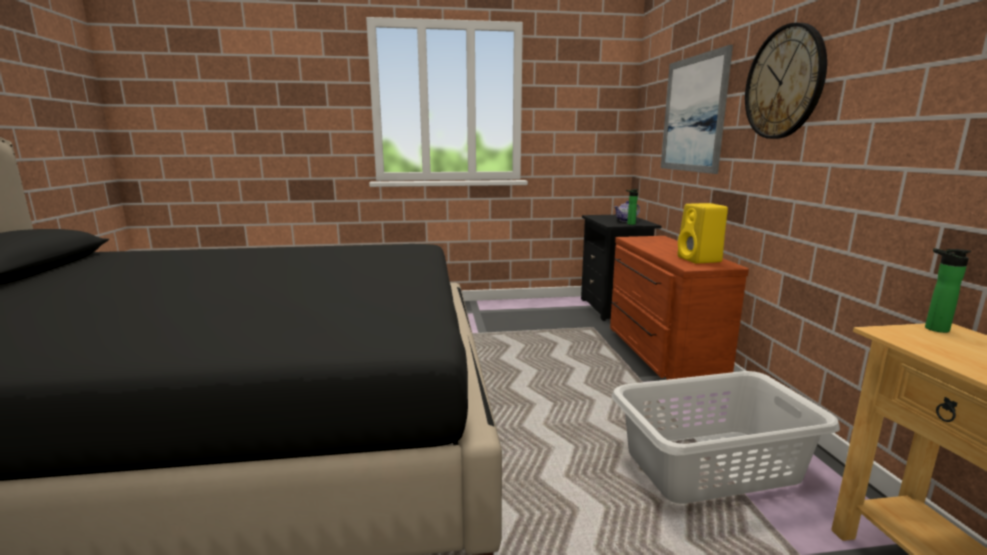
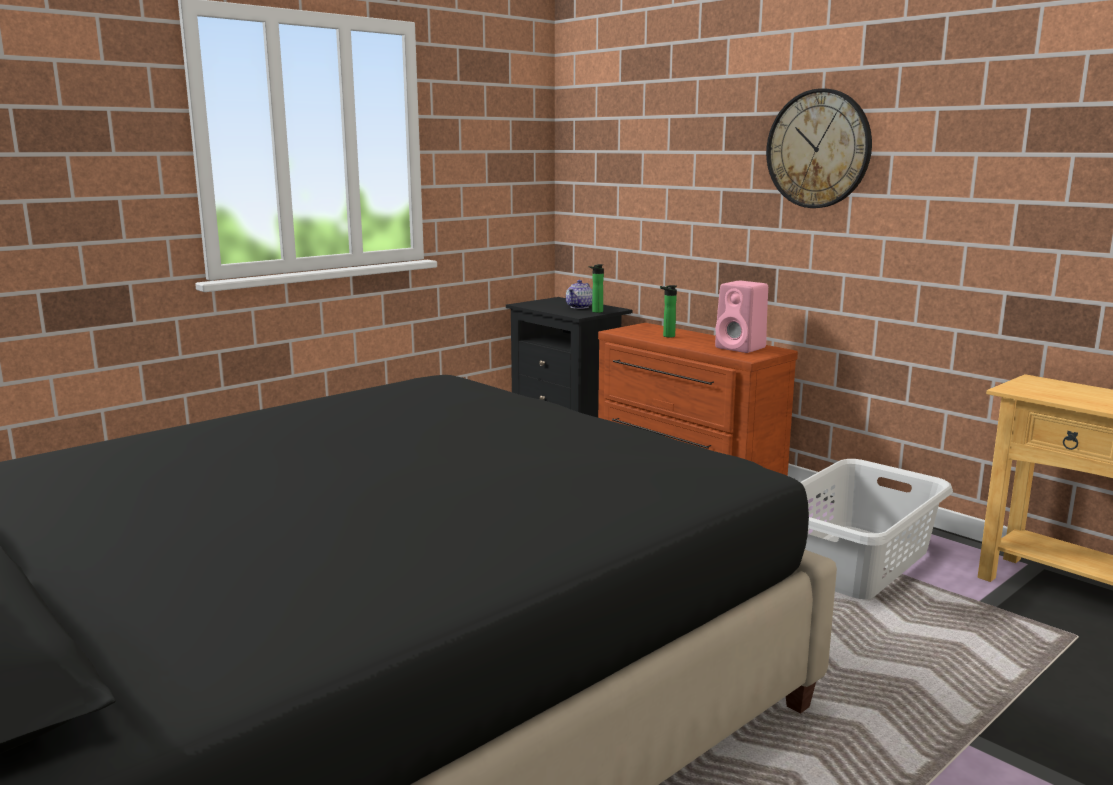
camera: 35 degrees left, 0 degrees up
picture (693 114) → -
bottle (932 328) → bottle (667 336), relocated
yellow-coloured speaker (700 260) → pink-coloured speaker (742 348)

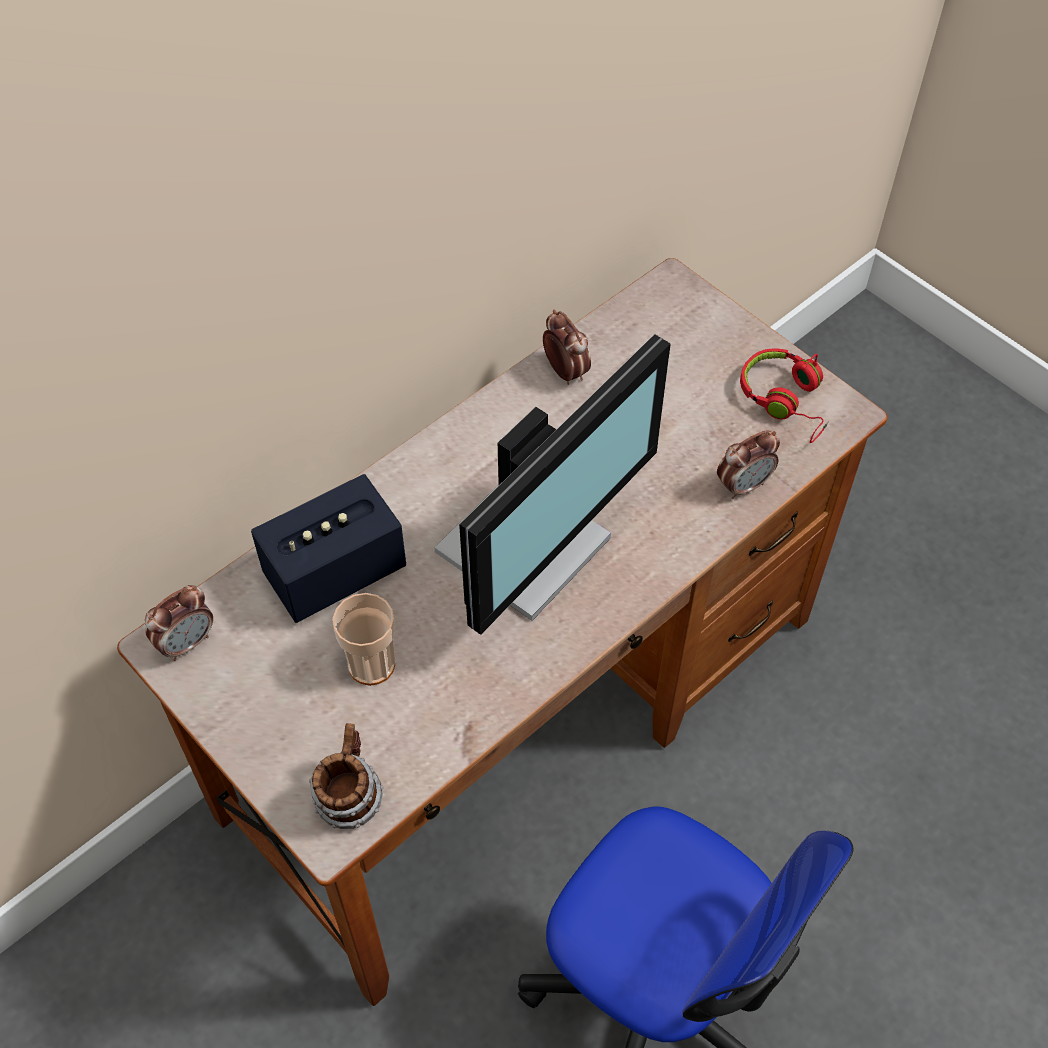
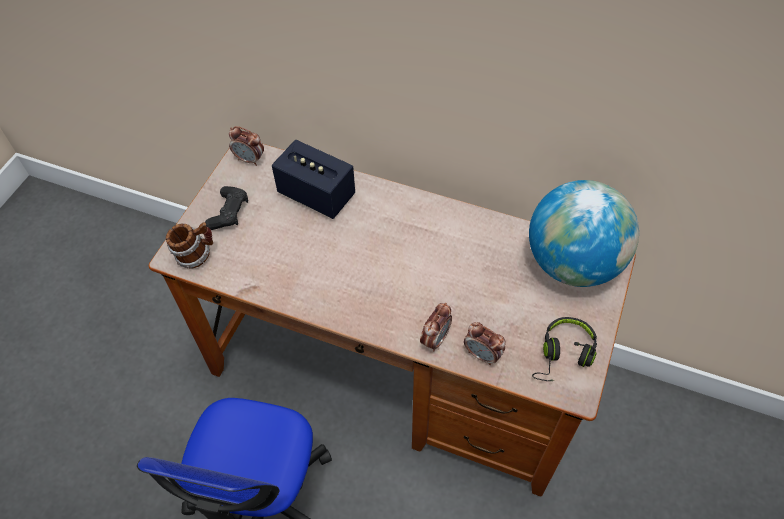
camera: 65 degrees right, 0 degrees up
cup (371 664) → -
monitor (530 547) → -
- → black gamepad (229 213)
- → world globe (572 263)
alarm clock (565 372) → alarm clock (435 339), relocated
red pair of headphones (786 401) → black pair of headphones (563 355)

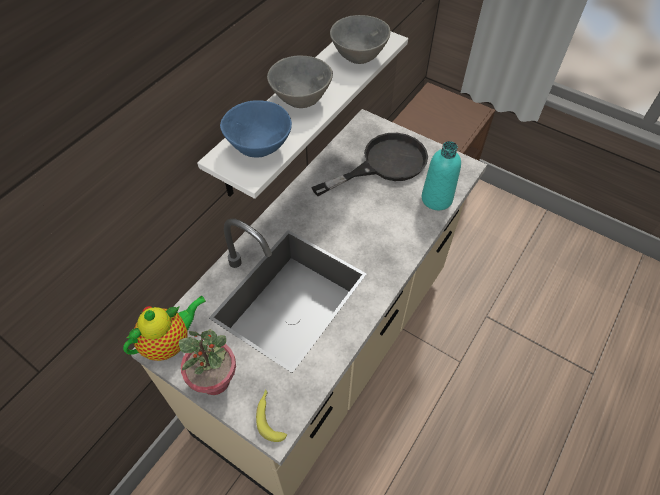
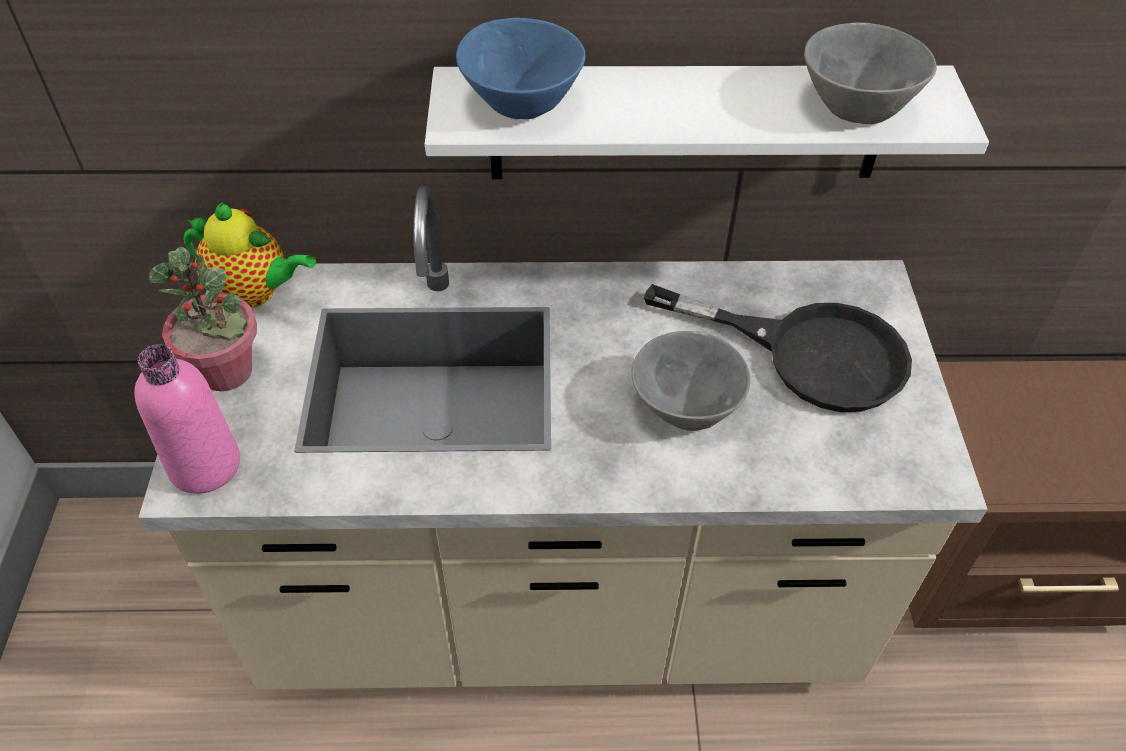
camera: 55 degrees right, 5 degrees down
turquoise-coloured bottle (436 199) → -
gray deep dish (300 98) → gray deep dish (687 405), relocated
banana (270 417) → pink-coloured bottle (205 465)

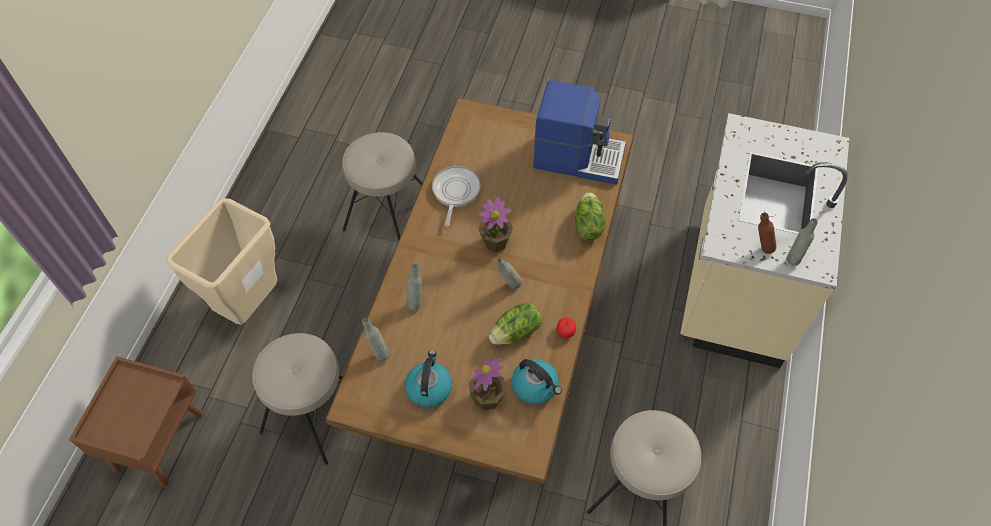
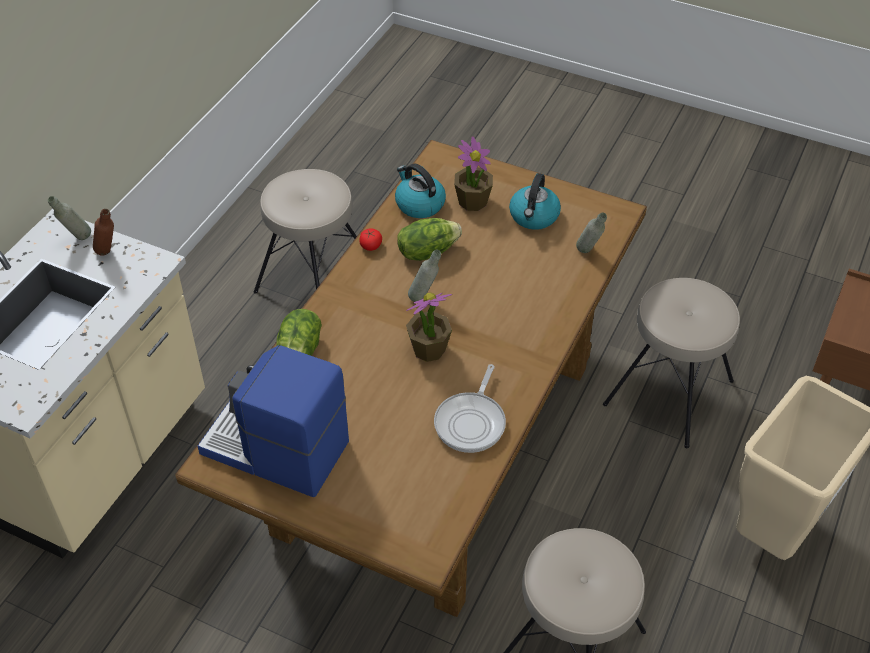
camera: 170 degrees left, 10 degrees down
gray bottle (415 301) → -

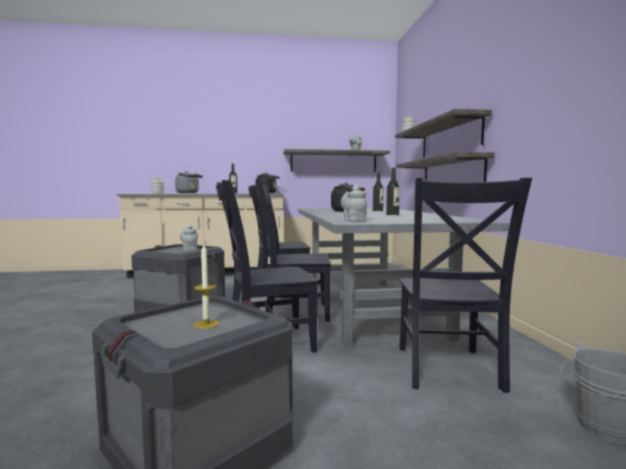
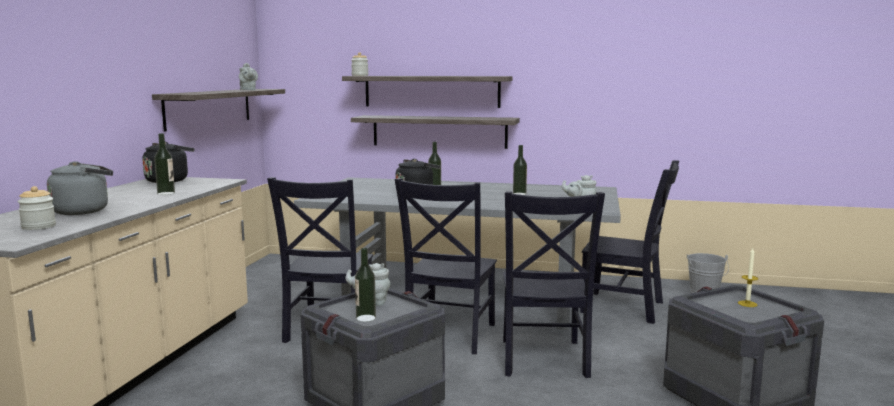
camera: 70 degrees left, 5 degrees up
- → bottle (365 318)

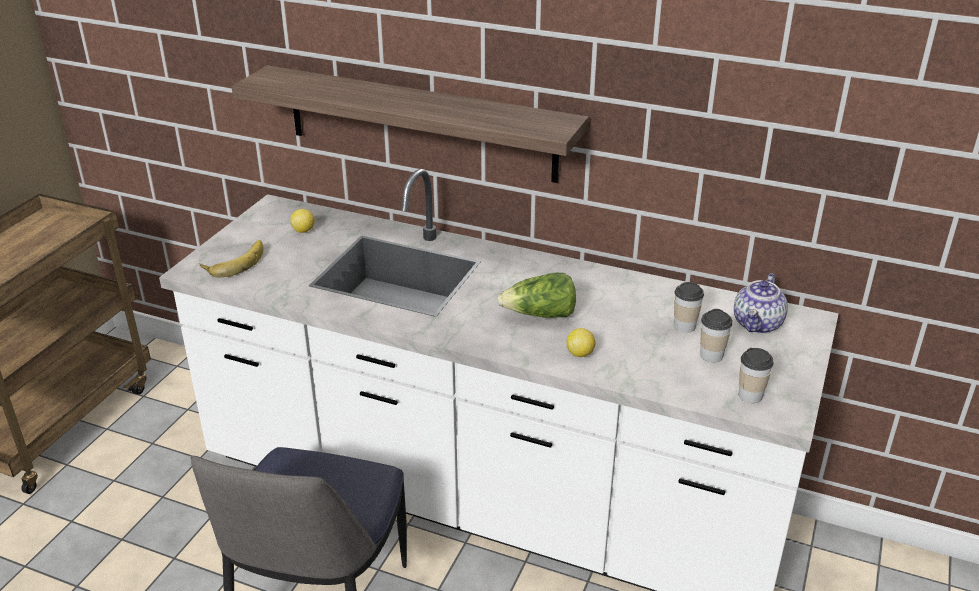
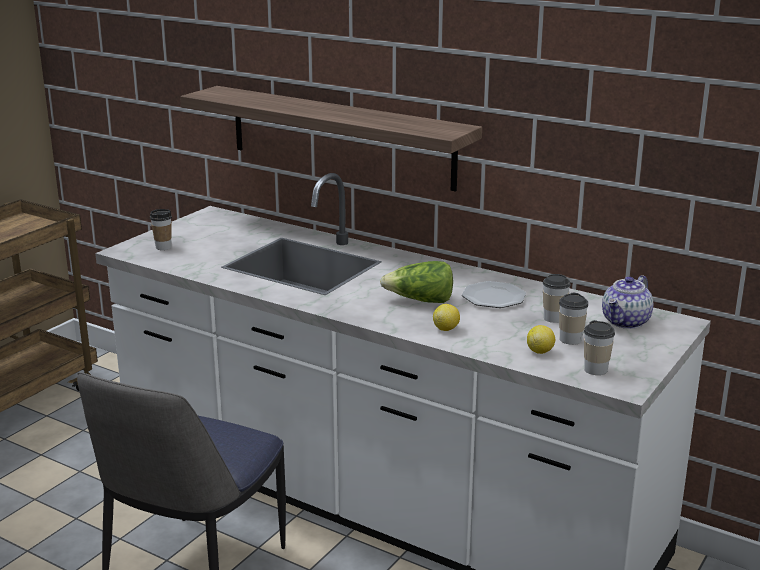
camera: 10 degrees right, 10 degrees down
- → plate (494 297)
citrus fruit (304 230) → citrus fruit (540 351), relocated
banana (235 262) → cup (163 247)

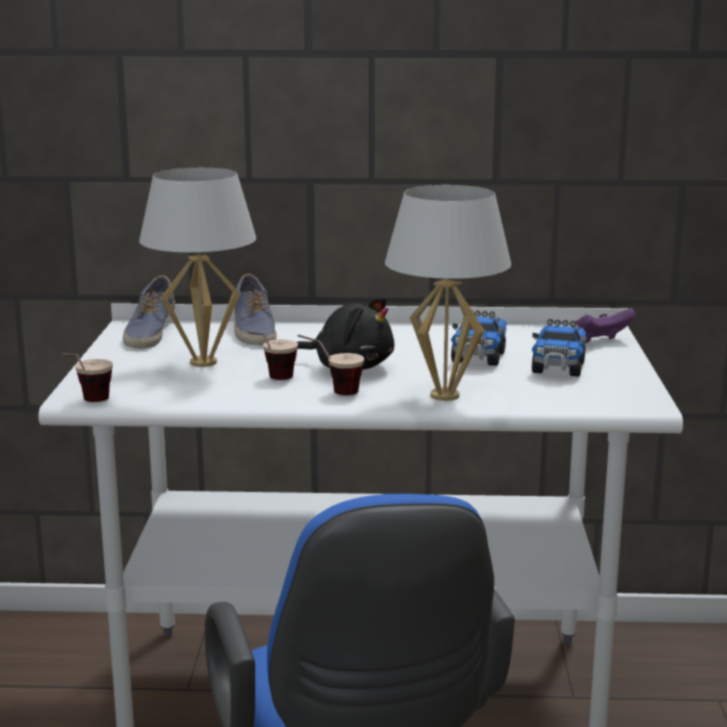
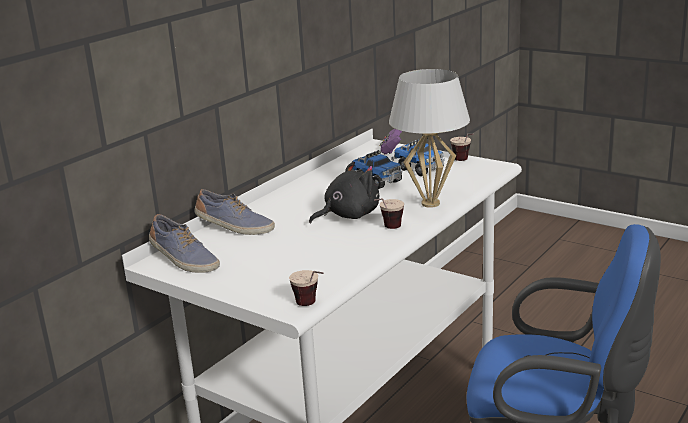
camera: 55 degrees left, 5 degrees up
white lamp for a table (203 362) → -
cup (271 381) → cup (464 161), relocated

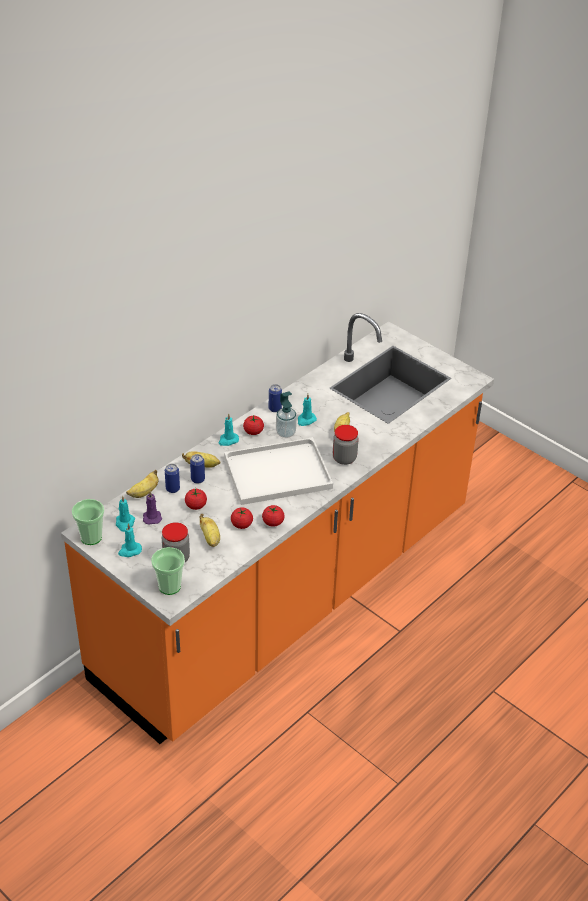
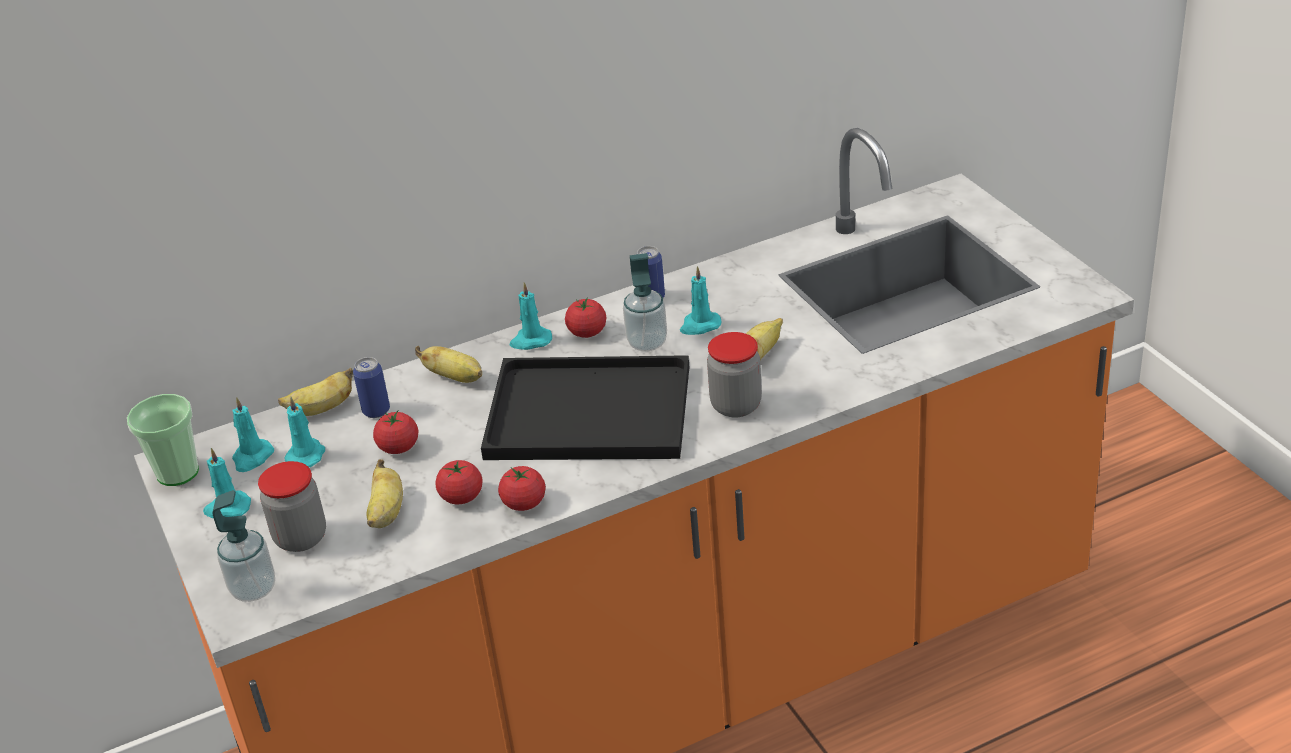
camera: 25 degrees right, 5 degrees down
metal can (198 479) → -
cup (169 586) → liquid soap bottle (253 589)
purple-coloured wax light (152 517) → turquoise-coloured wax light (306 455)
white tray (276 474) → black tray (584 413)

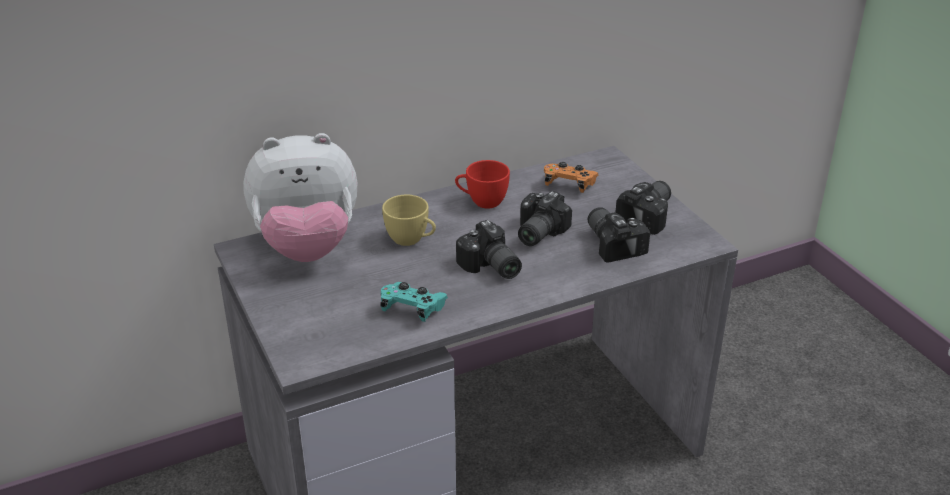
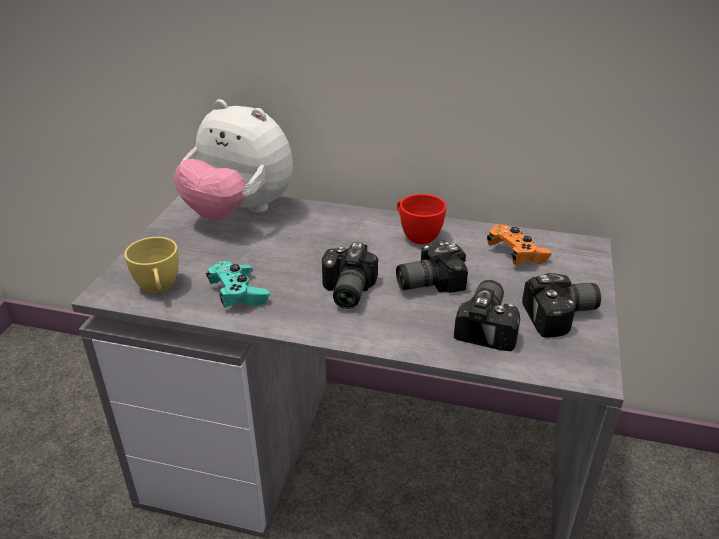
camera: 40 degrees right, 0 degrees up
yellow-coloured cup (411 240) → yellow-coloured cup (159 289), relocated

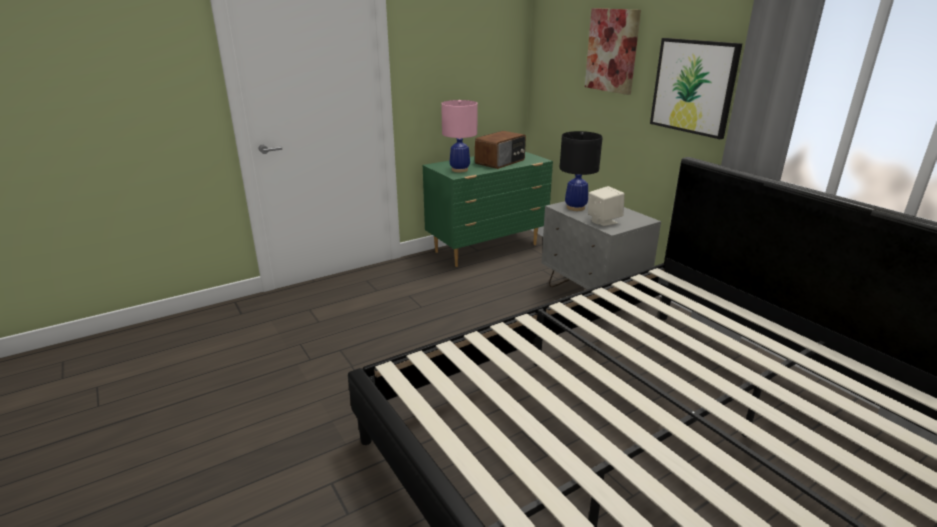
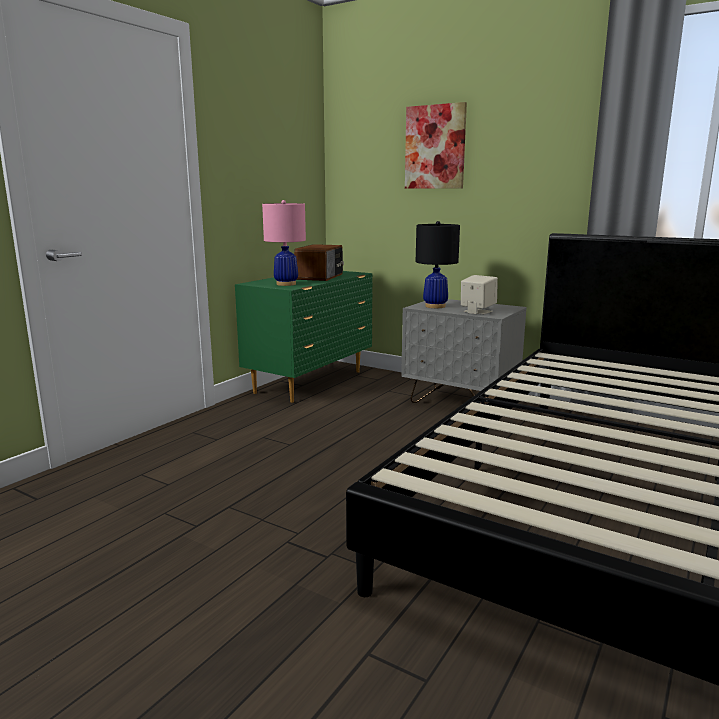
camera: 25 degrees left, 10 degrees down
picture (693 87) → -

